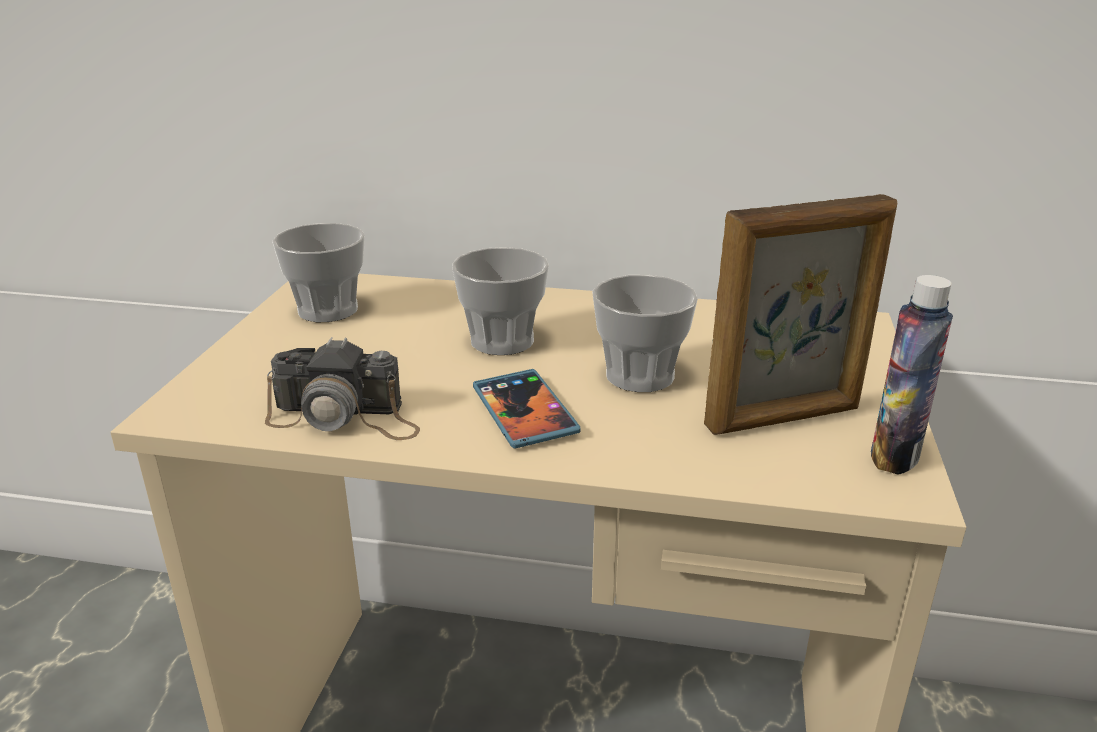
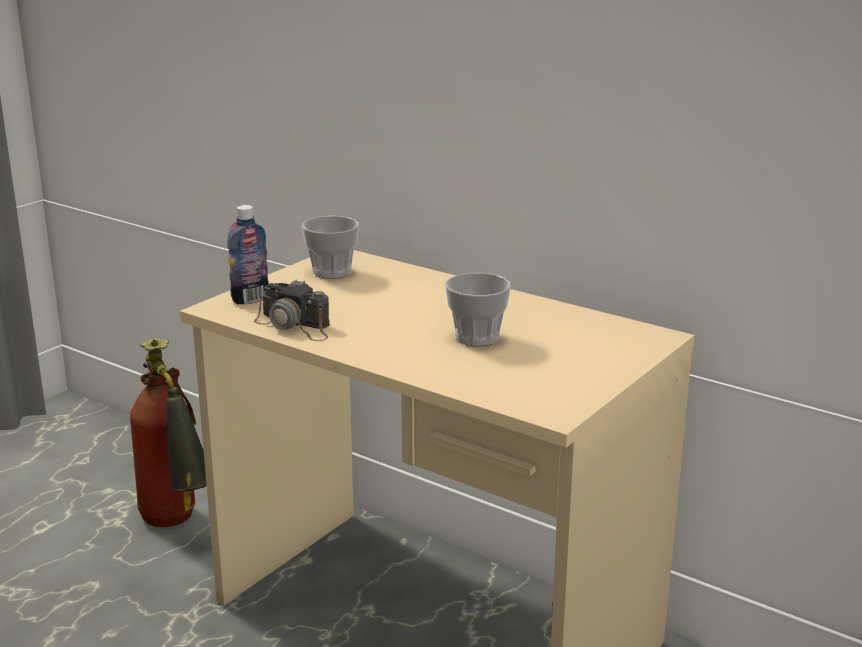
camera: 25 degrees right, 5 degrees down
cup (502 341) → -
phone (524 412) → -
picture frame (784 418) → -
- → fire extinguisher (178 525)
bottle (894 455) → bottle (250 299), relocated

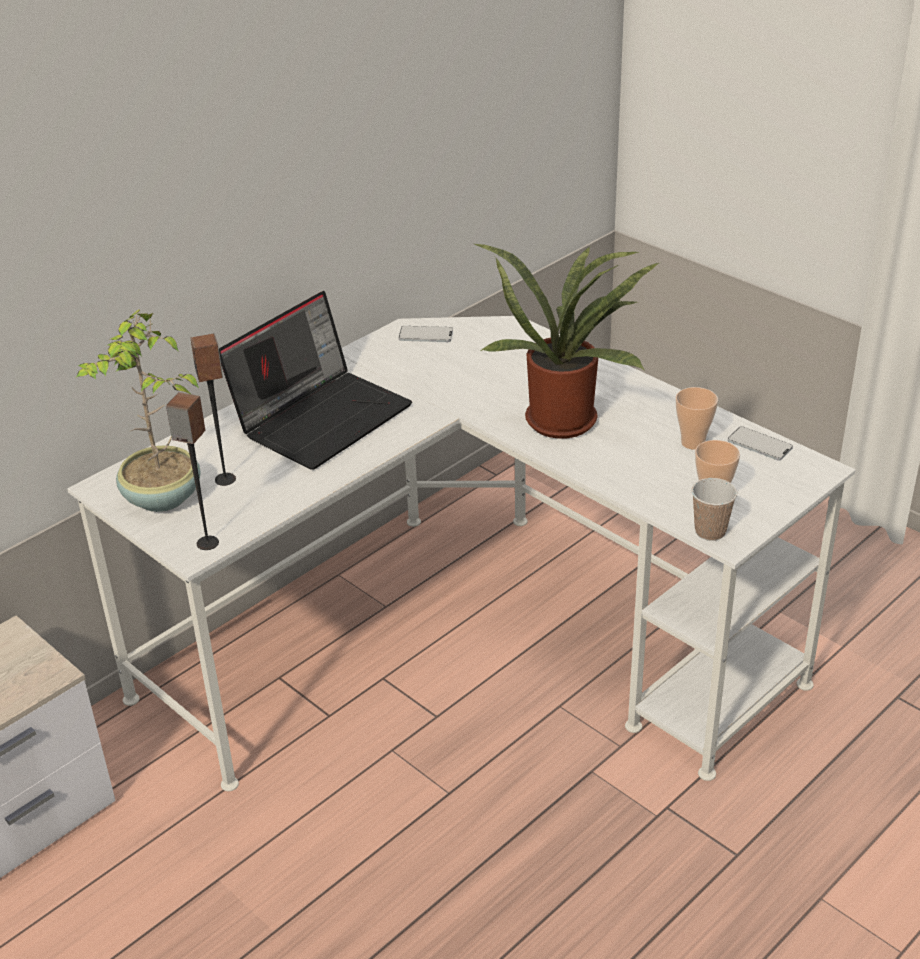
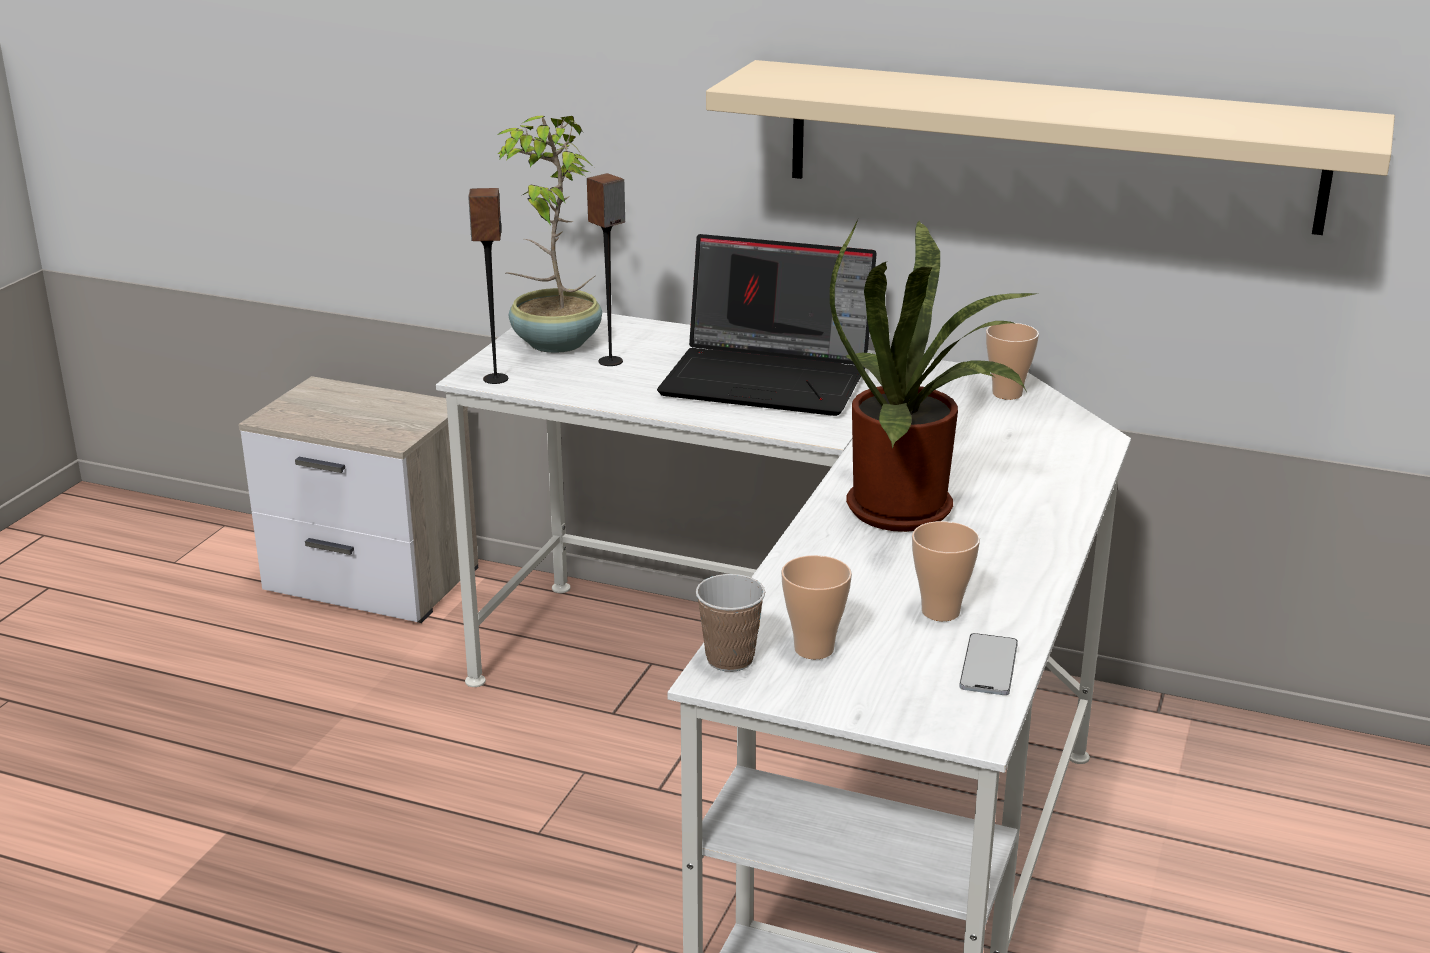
camera: 65 degrees right, 10 degrees down
- → sand-coloured shelf (1050 145)
phone (426 335) → cup (1007 393)

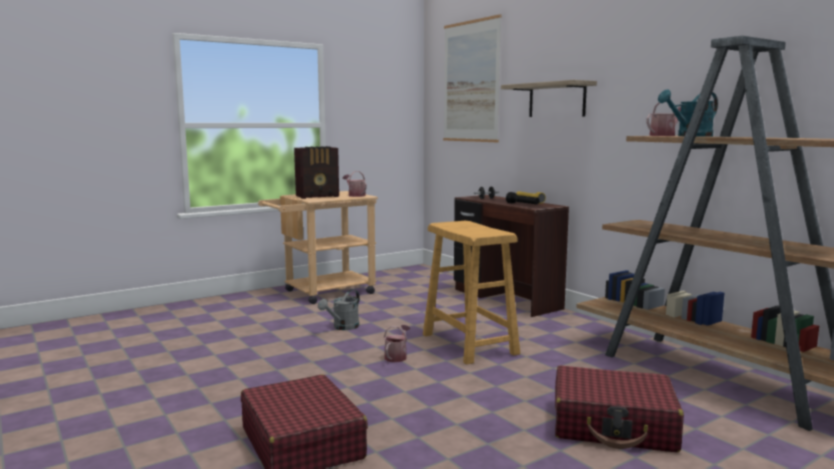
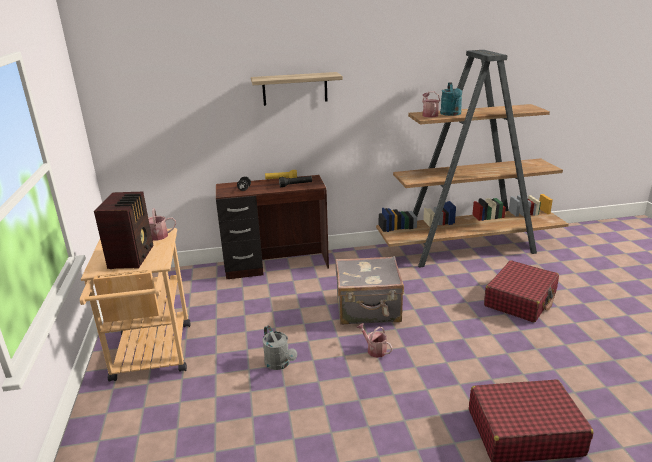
camera: 65 degrees left, 15 degrees up
picture (471 82) → -
sand-coloured sitting stool (469 344) → gray piece of luggage (368 310)

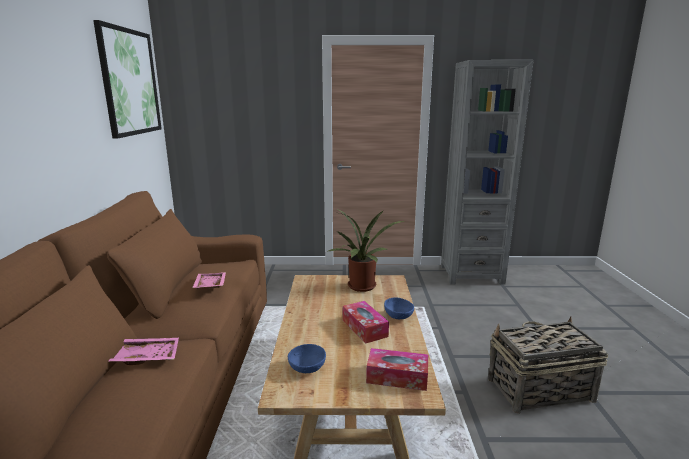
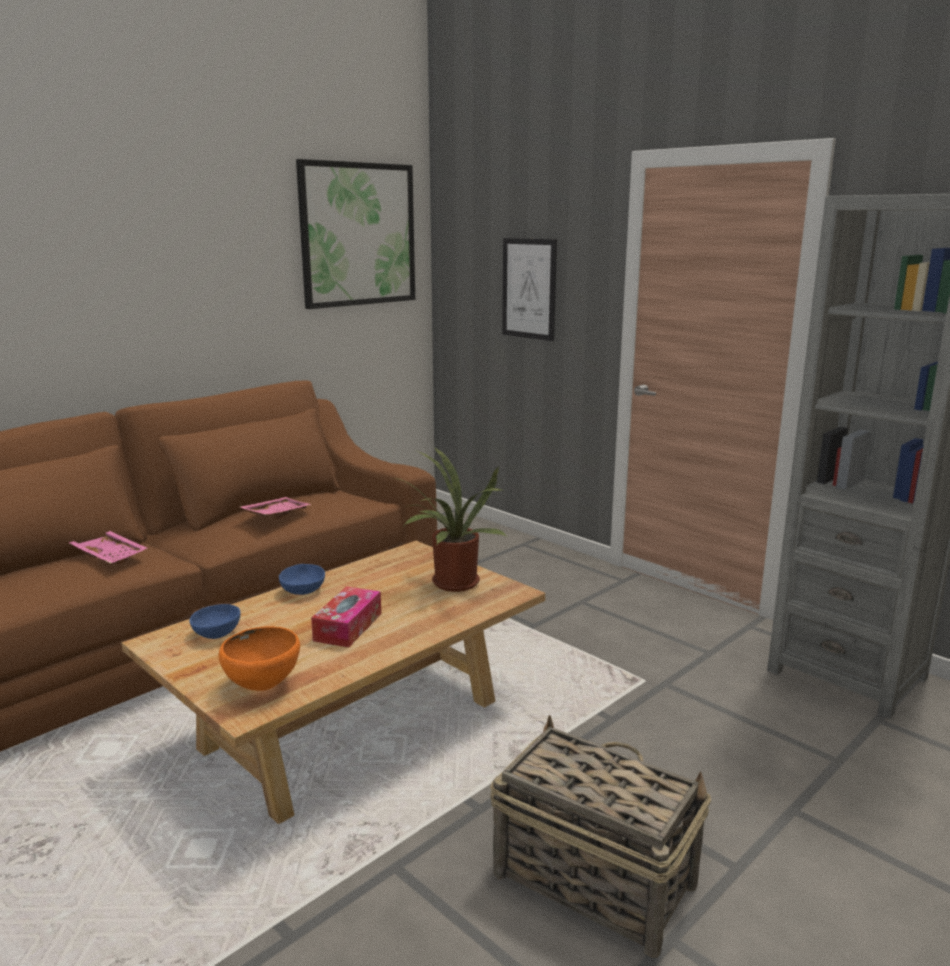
camera: 45 degrees right, 0 degrees up
- → picture (529 289)
bluish deep dish (399 316) → bluish deep dish (304 591), relocated
tissue box (397 377) → orange-coloured deep dish (263 686)

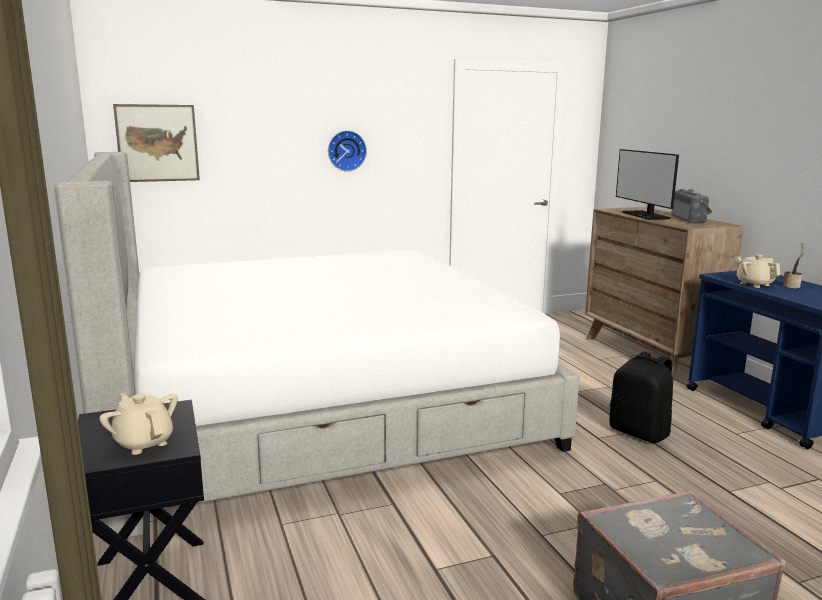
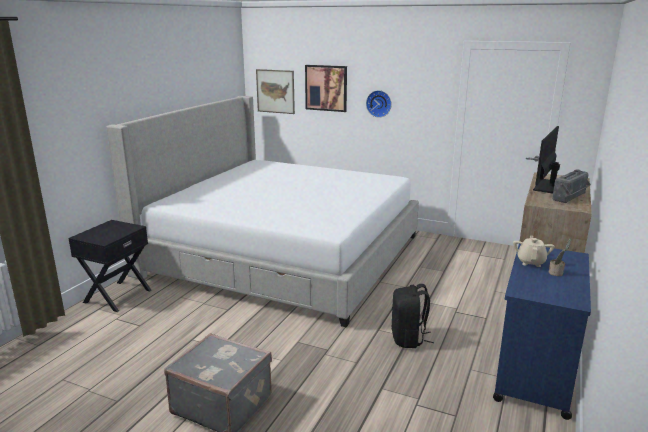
camera: 45 degrees right, 5 degrees up
sand-coloured pot for tea (144 443) → -
- → picture (326 88)

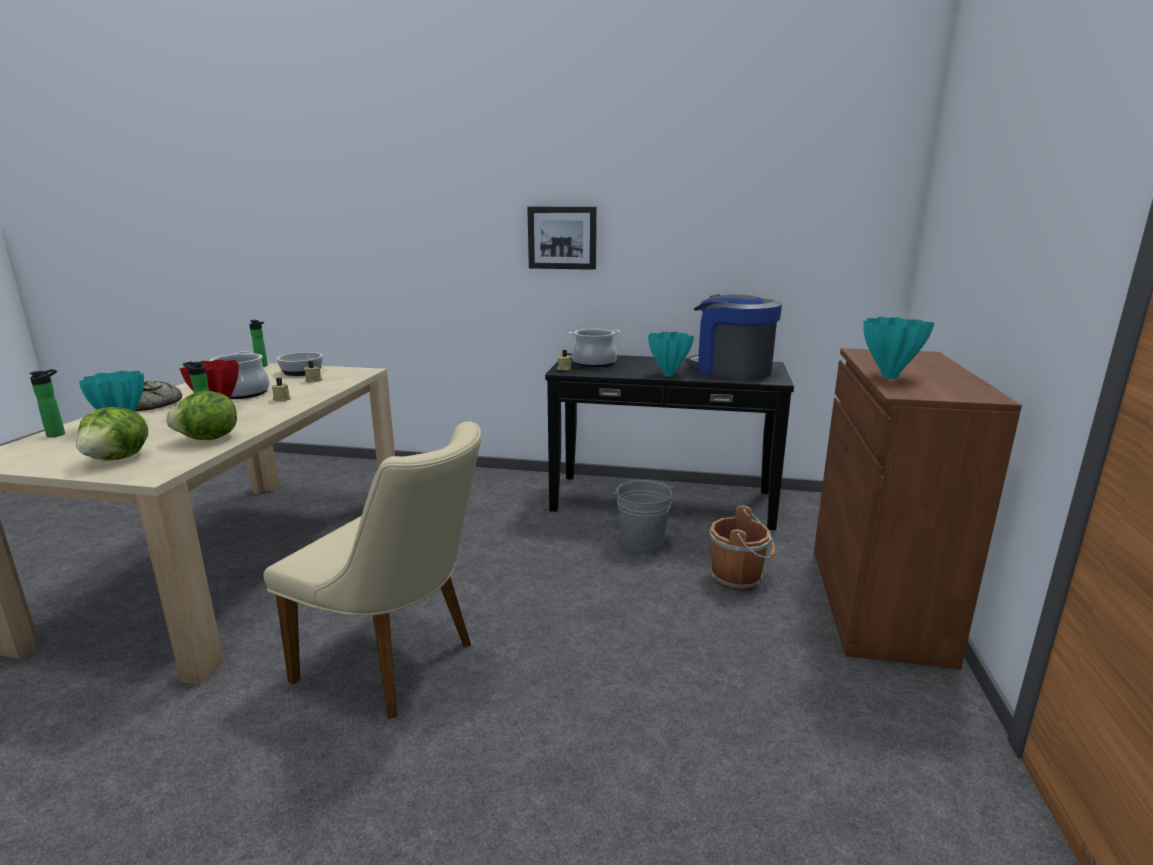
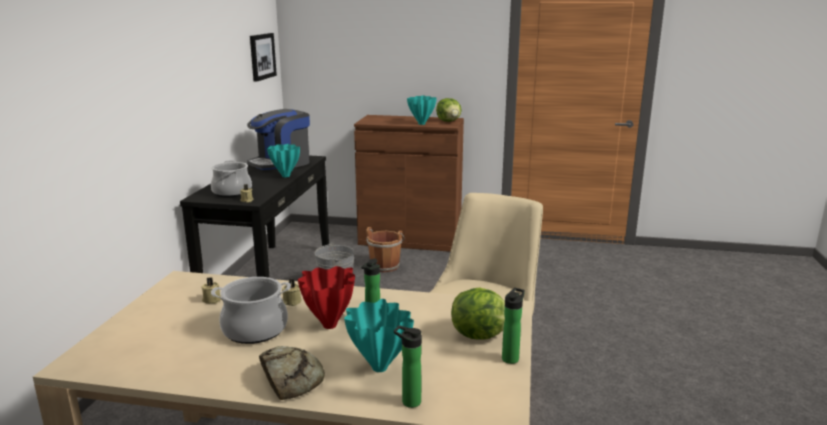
camera: 90 degrees left, 0 degrees up
deep dish (301 372) → -
head of lettuce (208 439) → head of lettuce (449 121), relocated
bottle (263 366) → bottle (511 358), relocated
picture (562 238) → picture (262 56), relocated

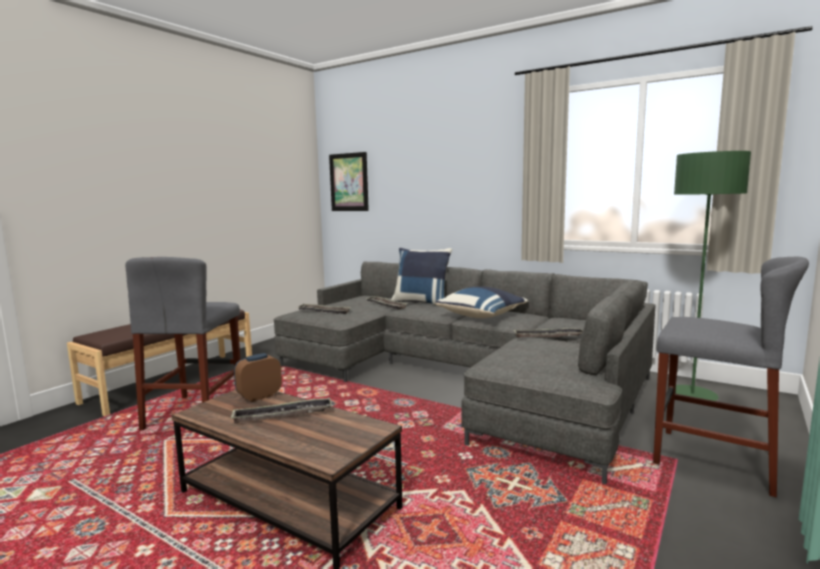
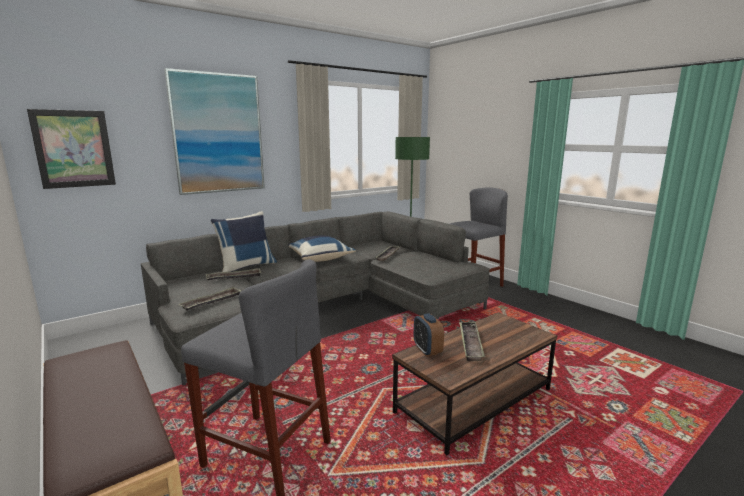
camera: 70 degrees left, 5 degrees up
- → picture (218 134)

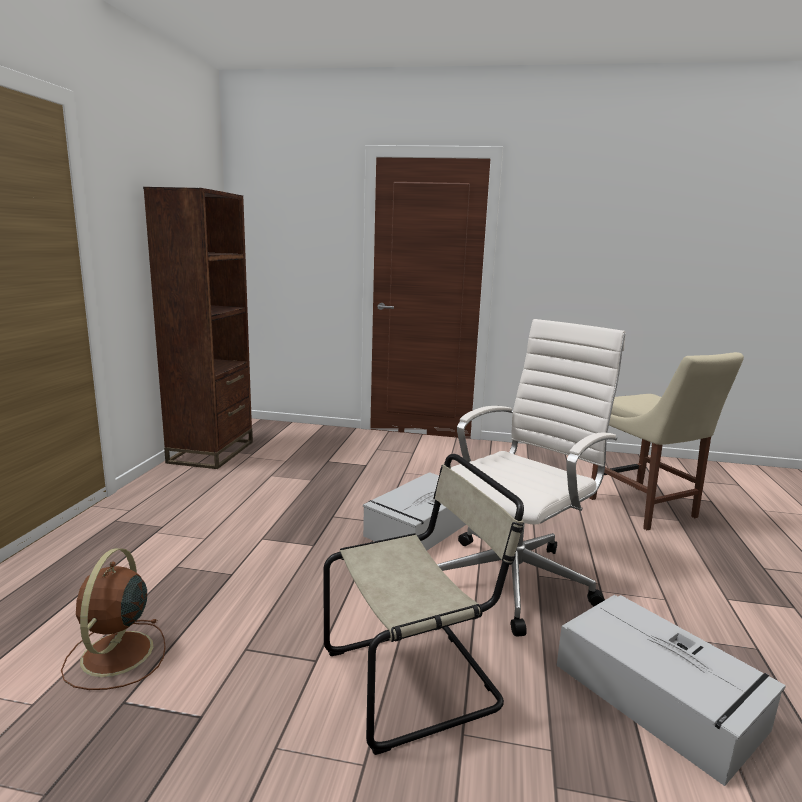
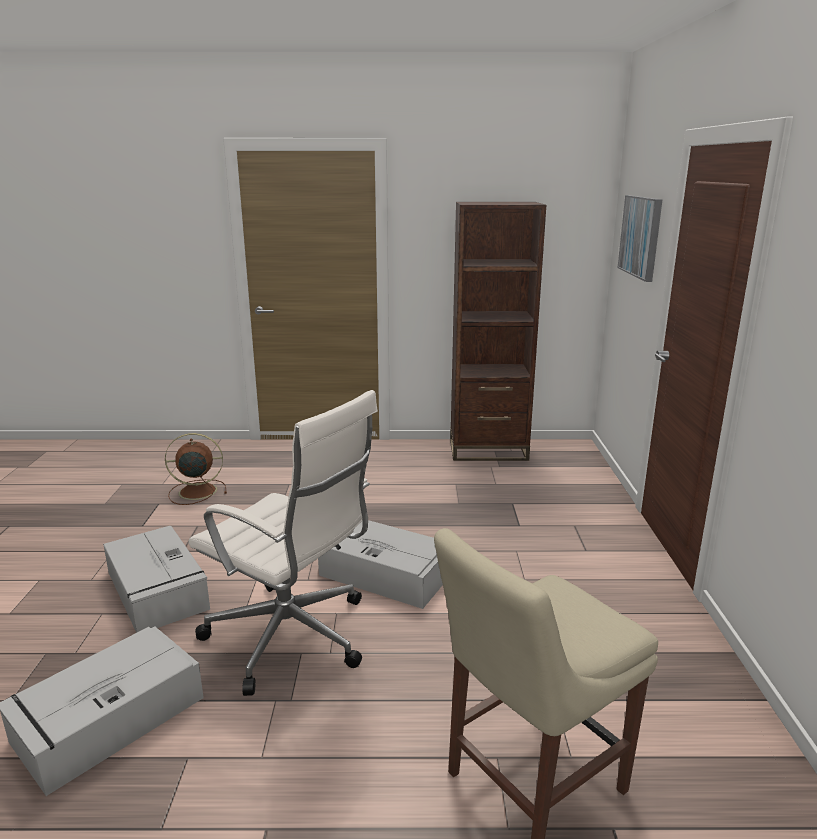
camera: 80 degrees right, 5 degrees up
- → picture (641 236)
sand-coloured upright chair (417 679) → gray storage box (157 591)

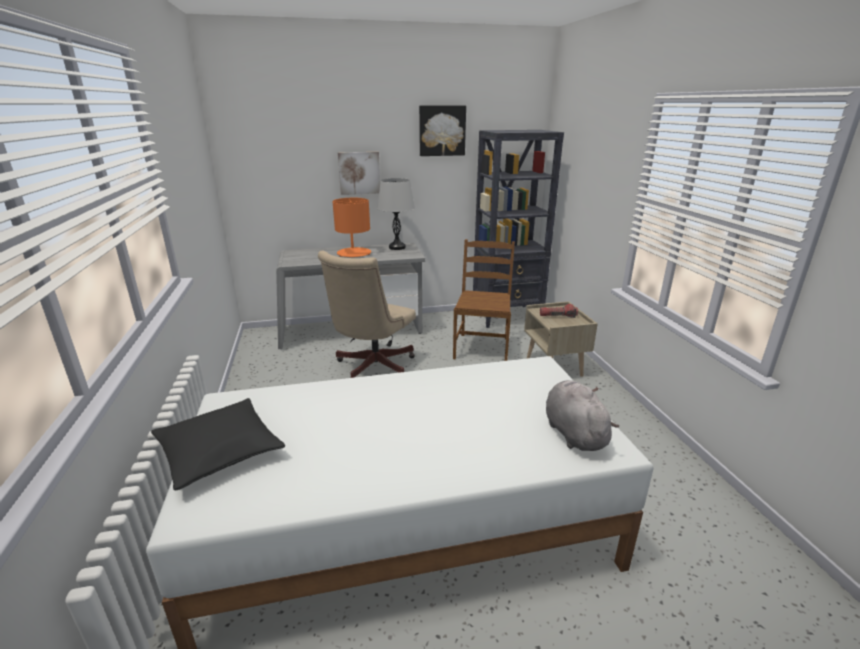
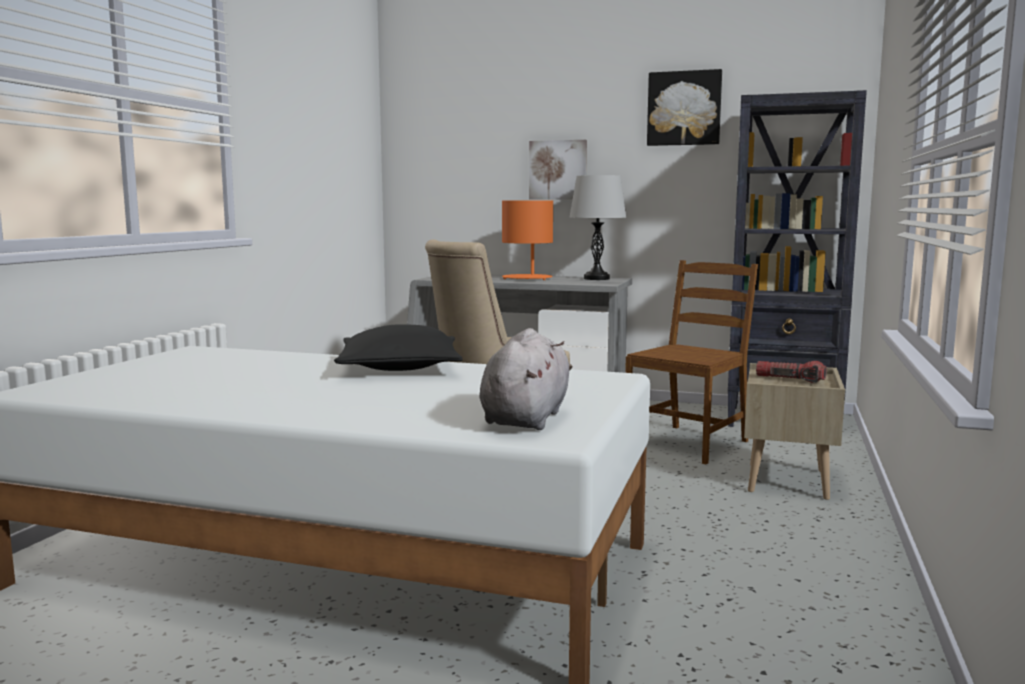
camera: 30 degrees right, 15 degrees down
black cushion (219 451) → black cushion (399 367), relocated

